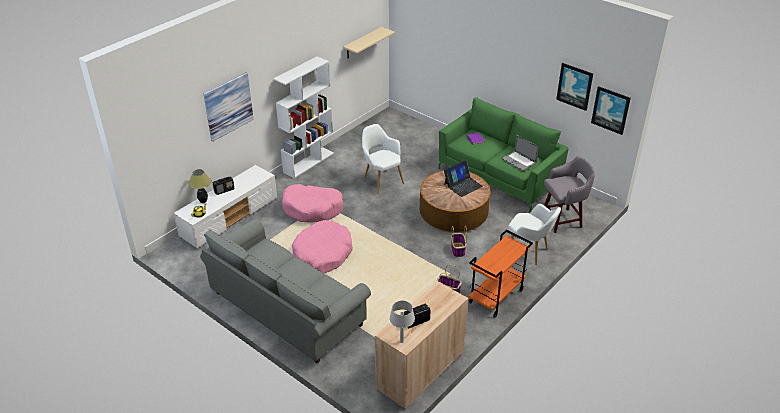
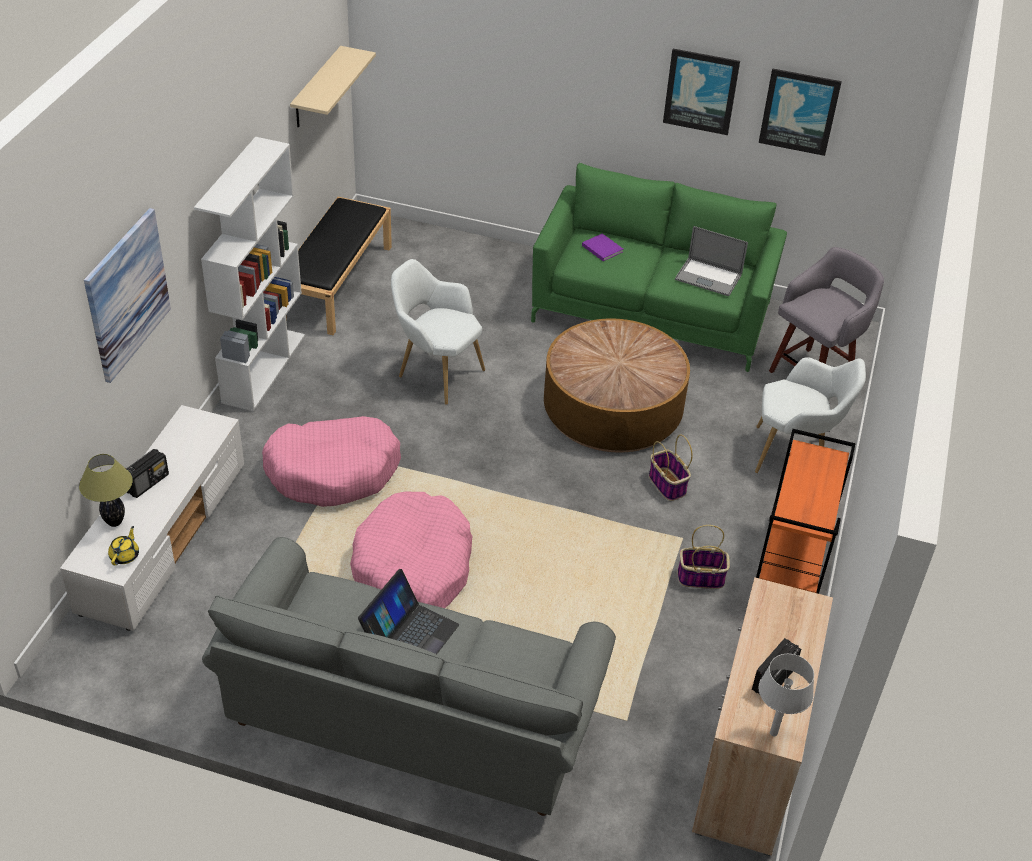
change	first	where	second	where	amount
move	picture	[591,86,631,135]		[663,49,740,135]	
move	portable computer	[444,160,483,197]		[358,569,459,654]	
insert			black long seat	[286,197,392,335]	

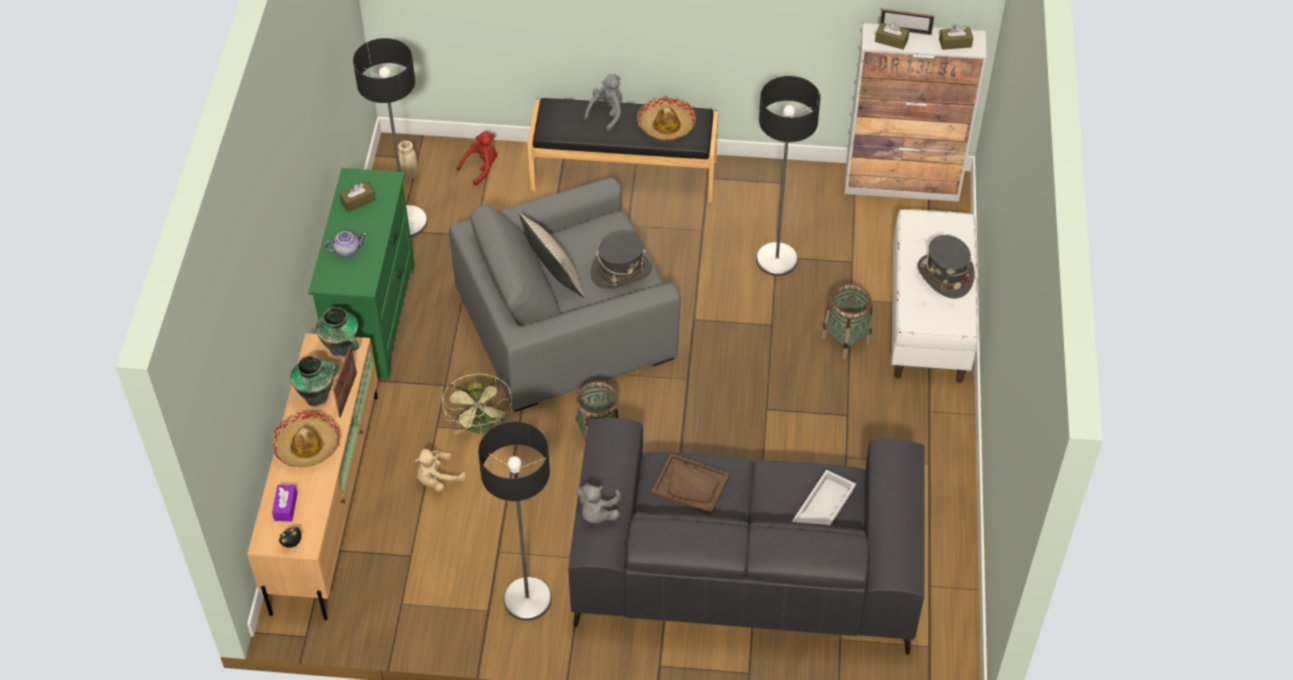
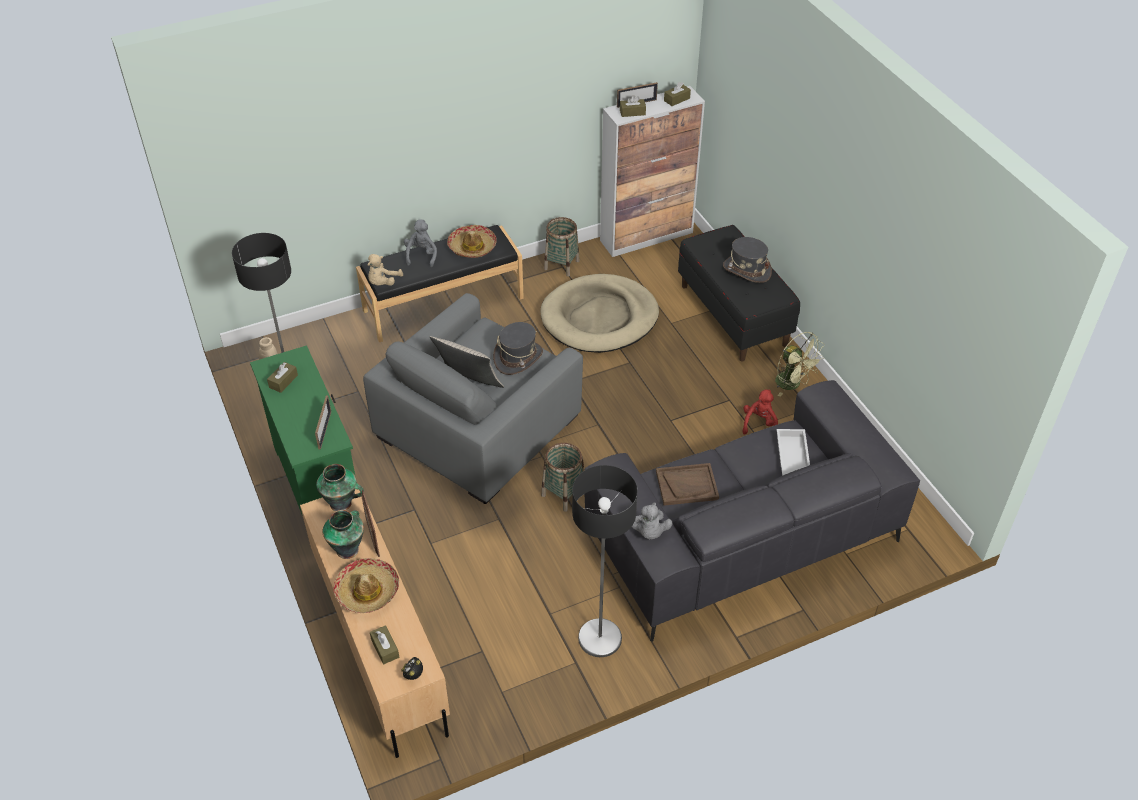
change	first	where	second	where	amount
replace	floor lamp	[756,76,820,276]	beige dog cushion	[540,274,659,353]	
move	reddish soft toy	[457,132,497,186]		[743,389,778,435]	
recolor	whitish long seat	[892,209,979,383]	black long seat	[678,225,800,362]	
delete	tea pot	[324,231,366,257]			
move	basket	[821,284,872,359]		[544,217,580,277]	
move	greenish cooling fan	[442,374,512,435]		[775,332,825,397]	
move	beige soft toy	[415,449,466,492]		[367,254,403,286]	
recolor	purple-coloured tissue holder	[272,485,298,521]	brownish tissue holder	[370,625,399,665]	
insert			photo frame	[315,395,331,450]	

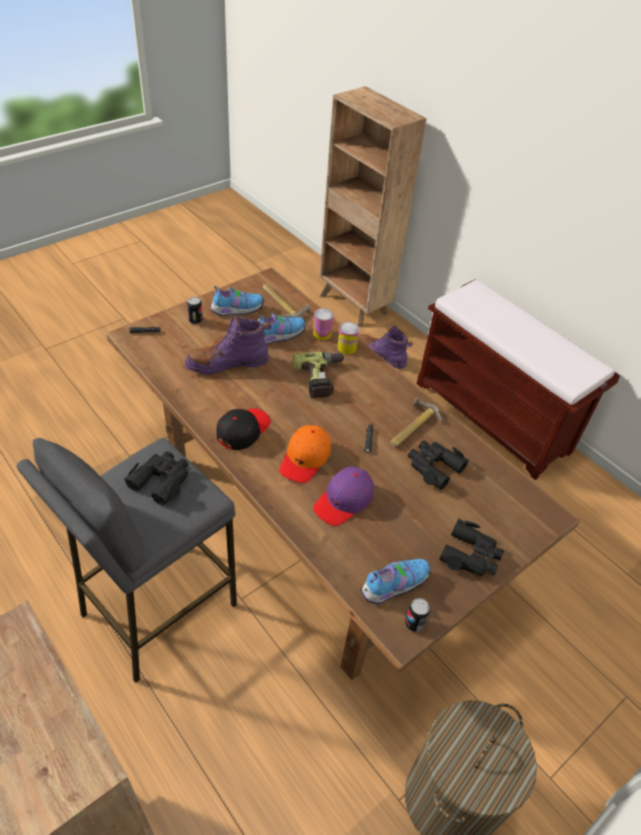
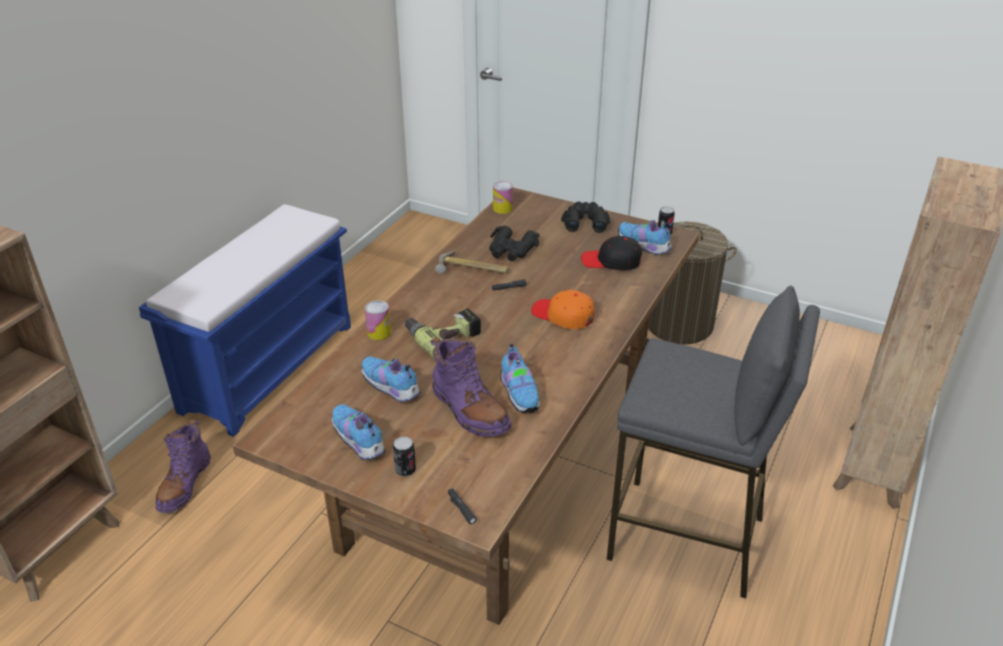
change	first	where	second	where	amount
recolor	brownish long seat	[416,279,620,480]	bluish long seat	[139,204,351,437]	
delete	hand hammer	[262,284,311,317]			
move	metal can	[313,308,334,340]		[493,181,513,214]	
move	black peaked cap	[217,408,271,450]		[581,236,642,270]	
rotate	orangey peaked cap	[279,425,331,483]		[531,290,594,329]	150 degrees counterclockwise
delete	black field glasses	[124,451,189,505]			
delete	purple-coloured peaked cap	[313,467,374,526]			
insert			shoe	[500,343,540,413]	

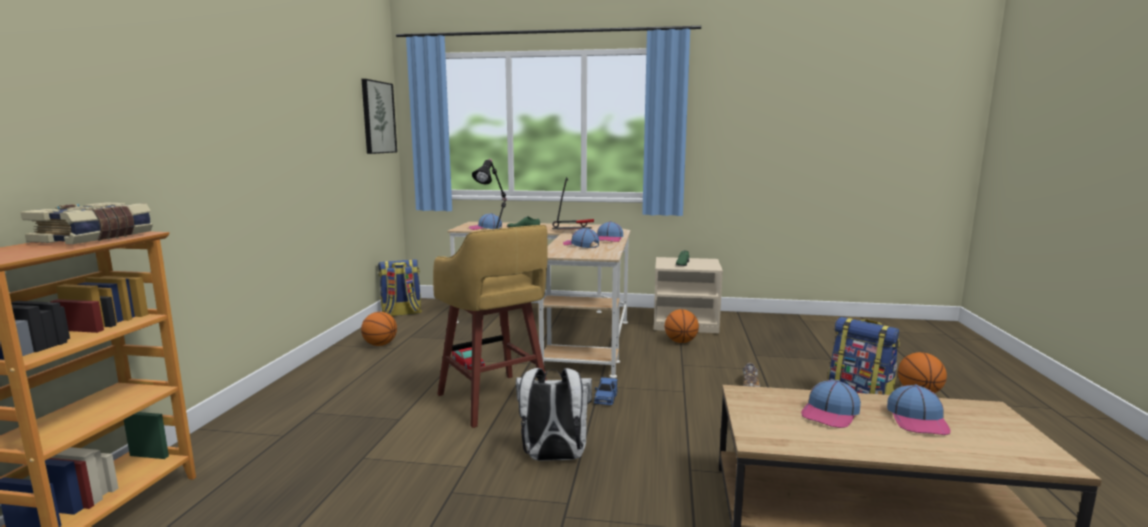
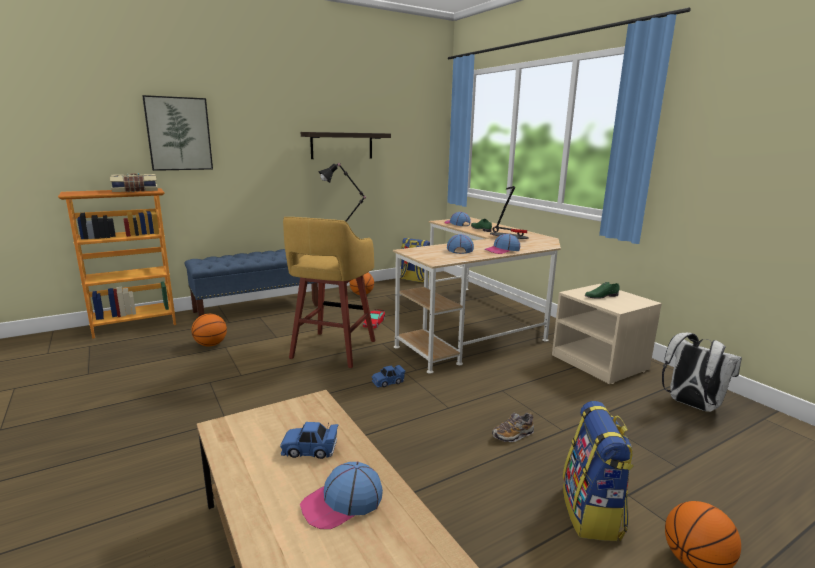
change	first	where	second	where	amount
move	picture	[361,79,397,154]		[142,95,213,171]	
move	basketball	[665,309,699,343]		[191,314,227,346]	
move	whitish rucksack	[516,368,592,461]		[662,333,742,412]	
replace	peaked cap	[801,380,861,428]	bluish miniature car	[280,422,338,459]	
insert			bracket shelf	[301,132,391,159]	
insert			bluish long seat	[185,249,318,317]	

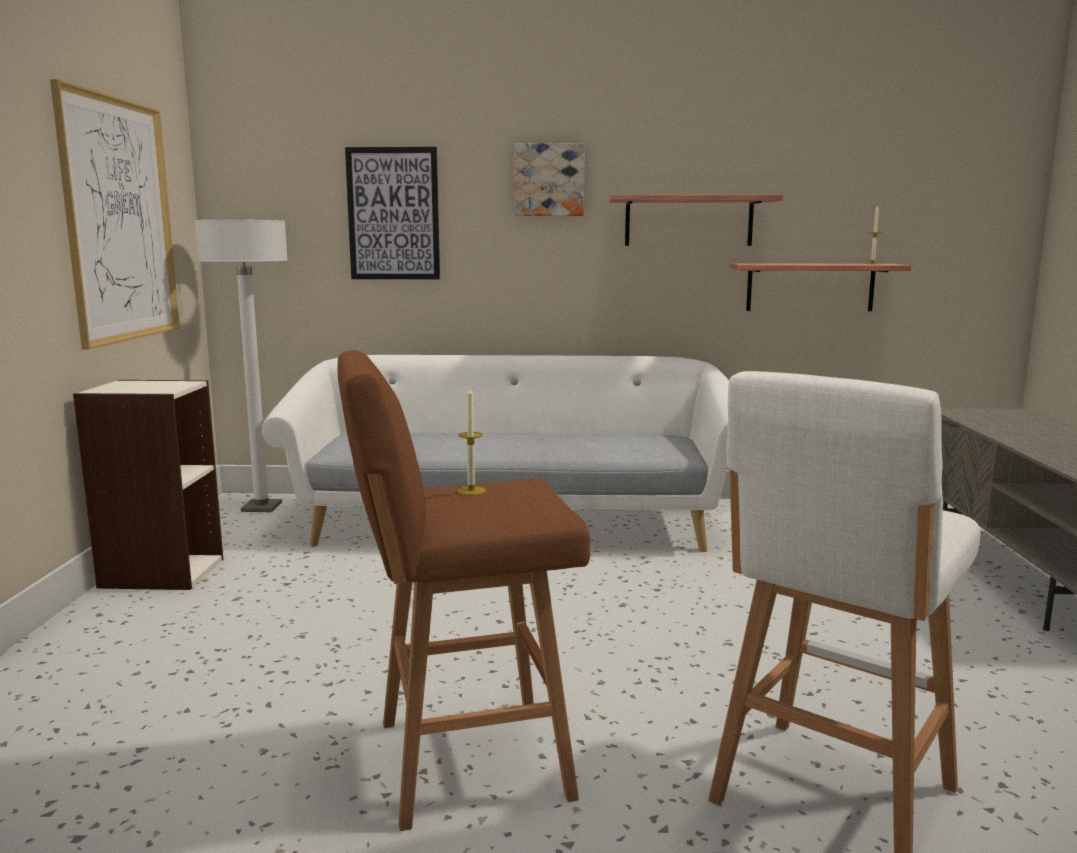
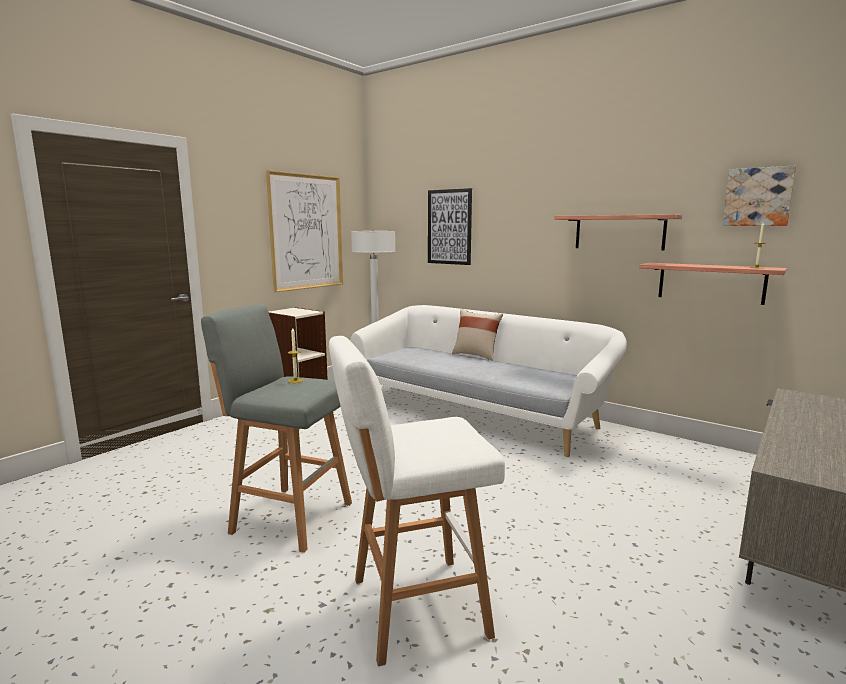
change	first	where	second	where	amount
move	picture	[514,143,585,216]		[722,166,796,226]	
recolor	brownish stool seat	[337,350,590,831]	grey stool seat	[201,304,352,553]	
insert			beige throw pillow	[452,309,503,361]	

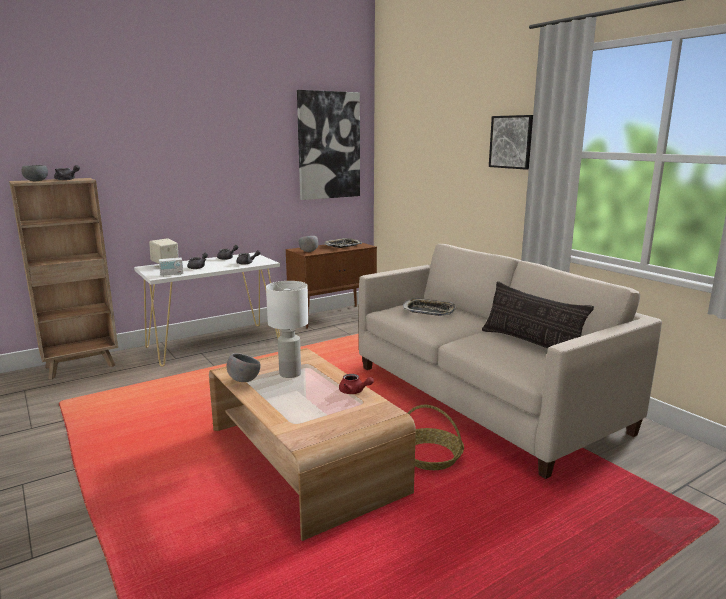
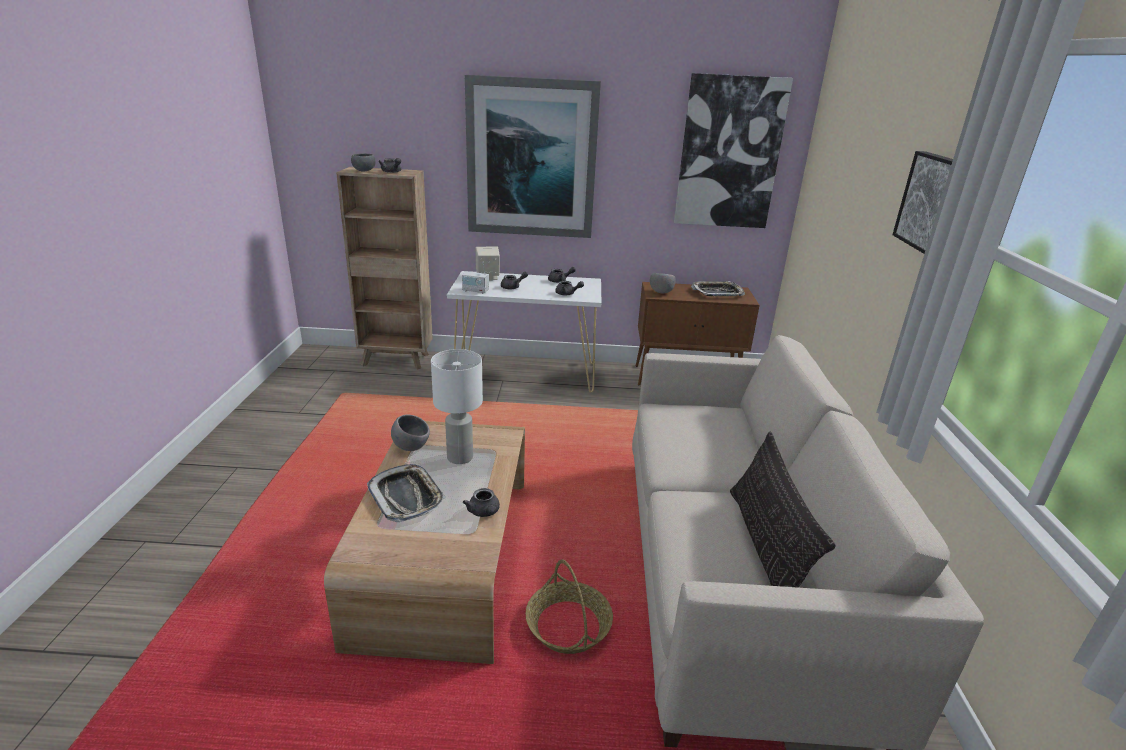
change	first	where	second	where	amount
move	tray	[403,298,456,316]		[367,464,446,522]	
recolor	reddish tea pot	[339,374,374,394]	grey tea pot	[463,488,500,517]	
insert			picture	[465,75,601,238]	

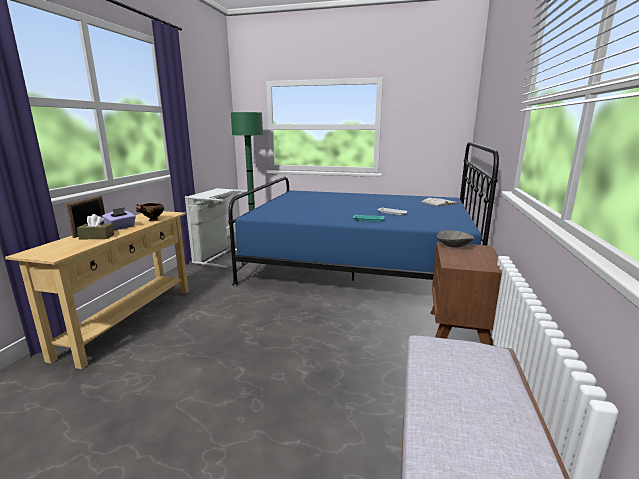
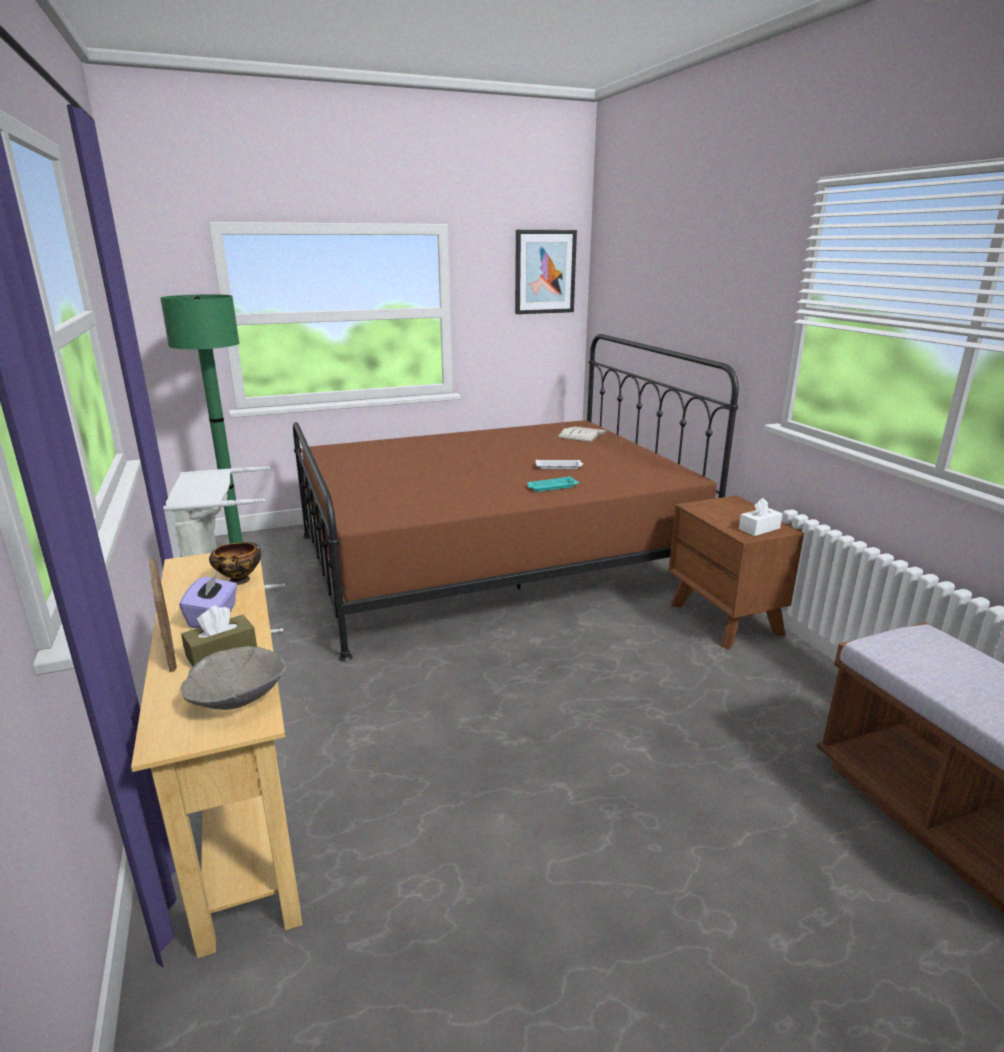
change	first	where	second	where	amount
recolor	bluish bedroom bed	[228,142,499,286]	brownish bedroom bed	[293,334,739,662]	
move	grey bowl	[437,230,475,248]		[181,646,286,710]	
insert			picture	[515,230,577,314]	
insert			whitish tissue holder	[739,498,783,536]	

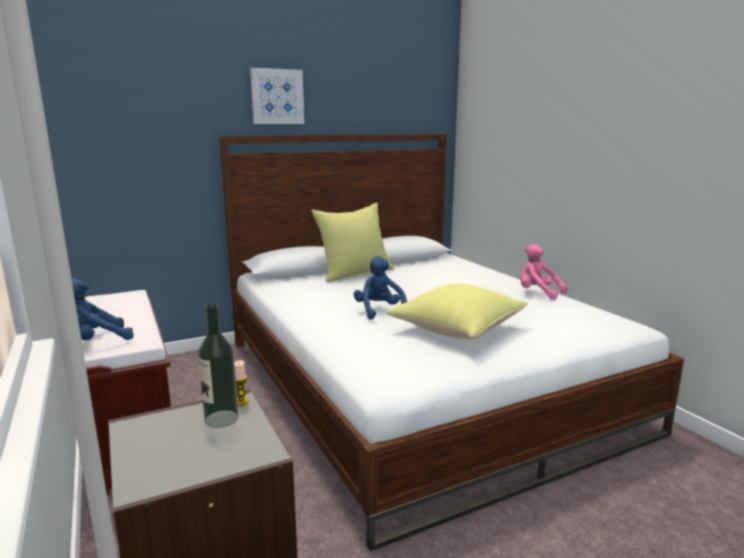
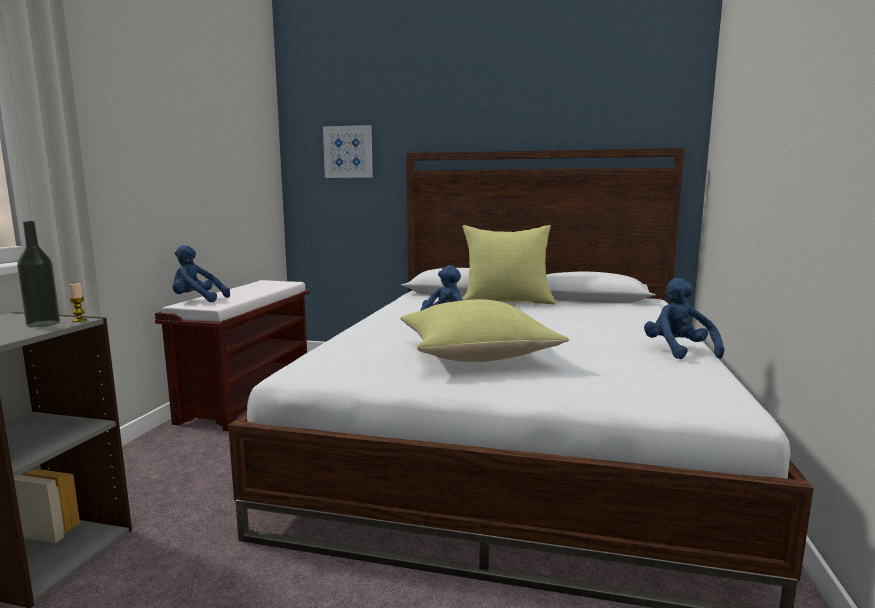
change	first	where	second	where	amount
move	picture	[250,68,304,124]		[323,125,373,178]	
recolor	pink soft toy	[520,244,568,300]	bluish soft toy	[644,278,724,359]	

